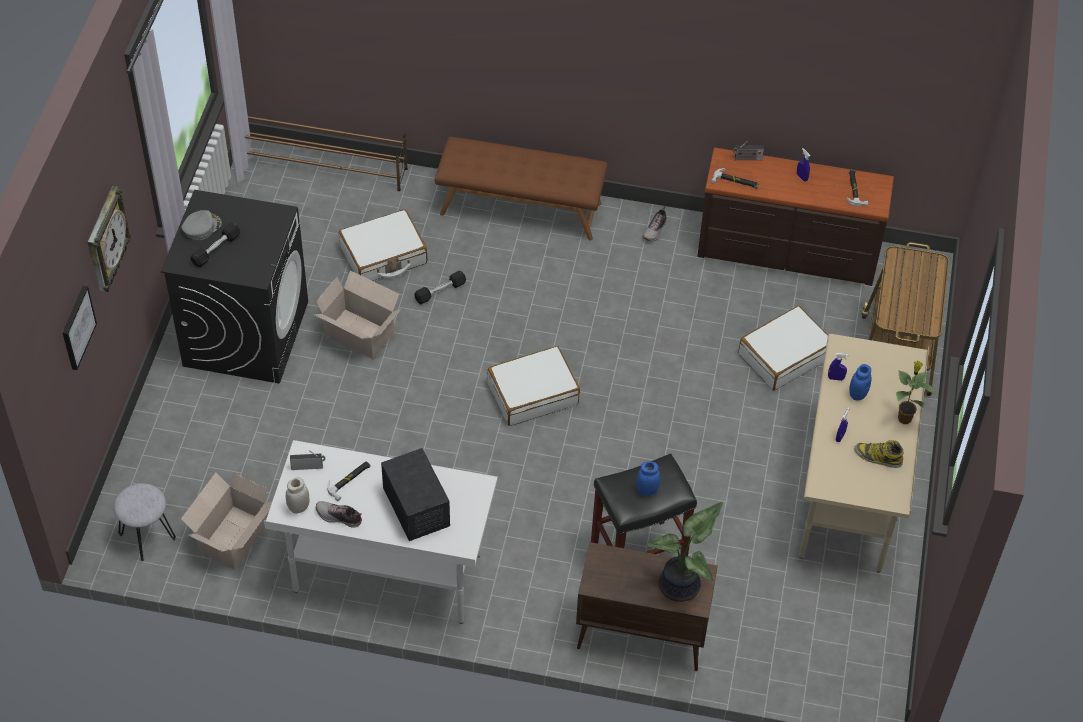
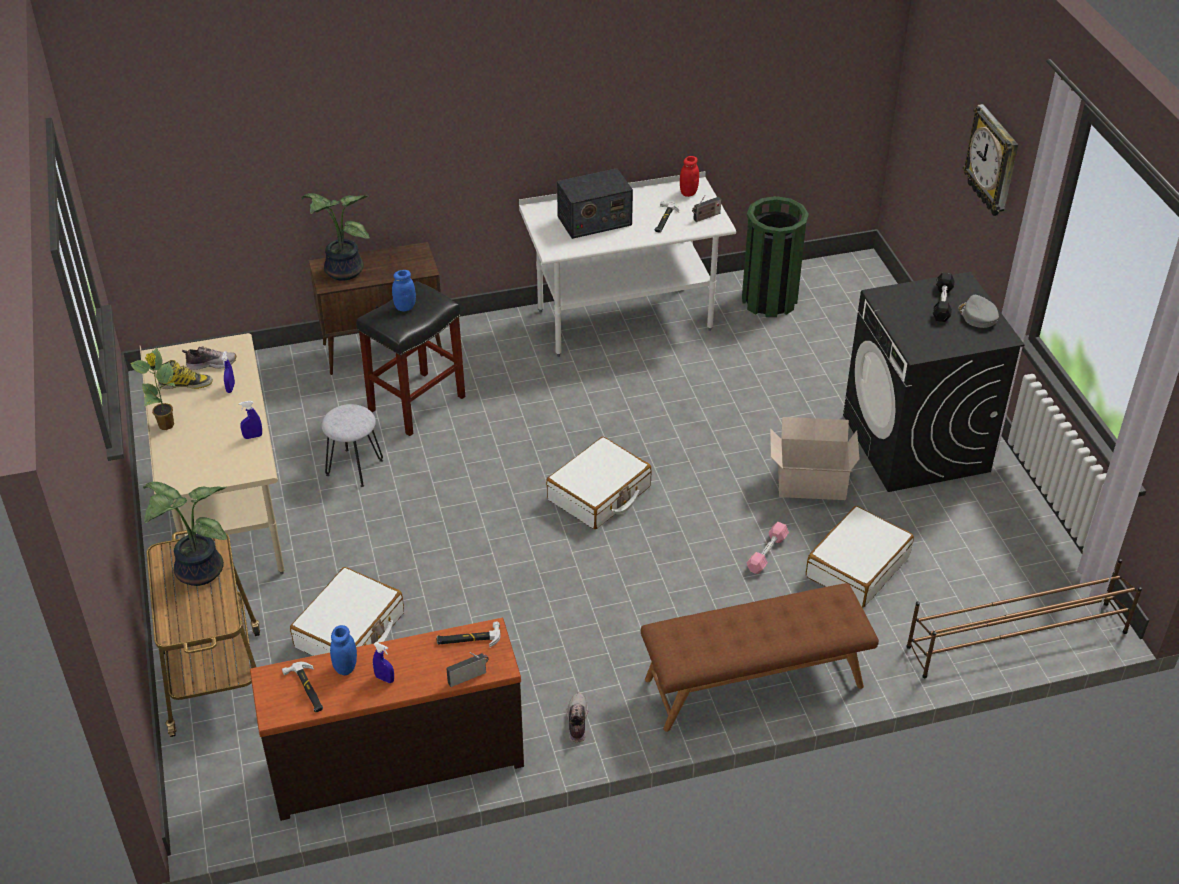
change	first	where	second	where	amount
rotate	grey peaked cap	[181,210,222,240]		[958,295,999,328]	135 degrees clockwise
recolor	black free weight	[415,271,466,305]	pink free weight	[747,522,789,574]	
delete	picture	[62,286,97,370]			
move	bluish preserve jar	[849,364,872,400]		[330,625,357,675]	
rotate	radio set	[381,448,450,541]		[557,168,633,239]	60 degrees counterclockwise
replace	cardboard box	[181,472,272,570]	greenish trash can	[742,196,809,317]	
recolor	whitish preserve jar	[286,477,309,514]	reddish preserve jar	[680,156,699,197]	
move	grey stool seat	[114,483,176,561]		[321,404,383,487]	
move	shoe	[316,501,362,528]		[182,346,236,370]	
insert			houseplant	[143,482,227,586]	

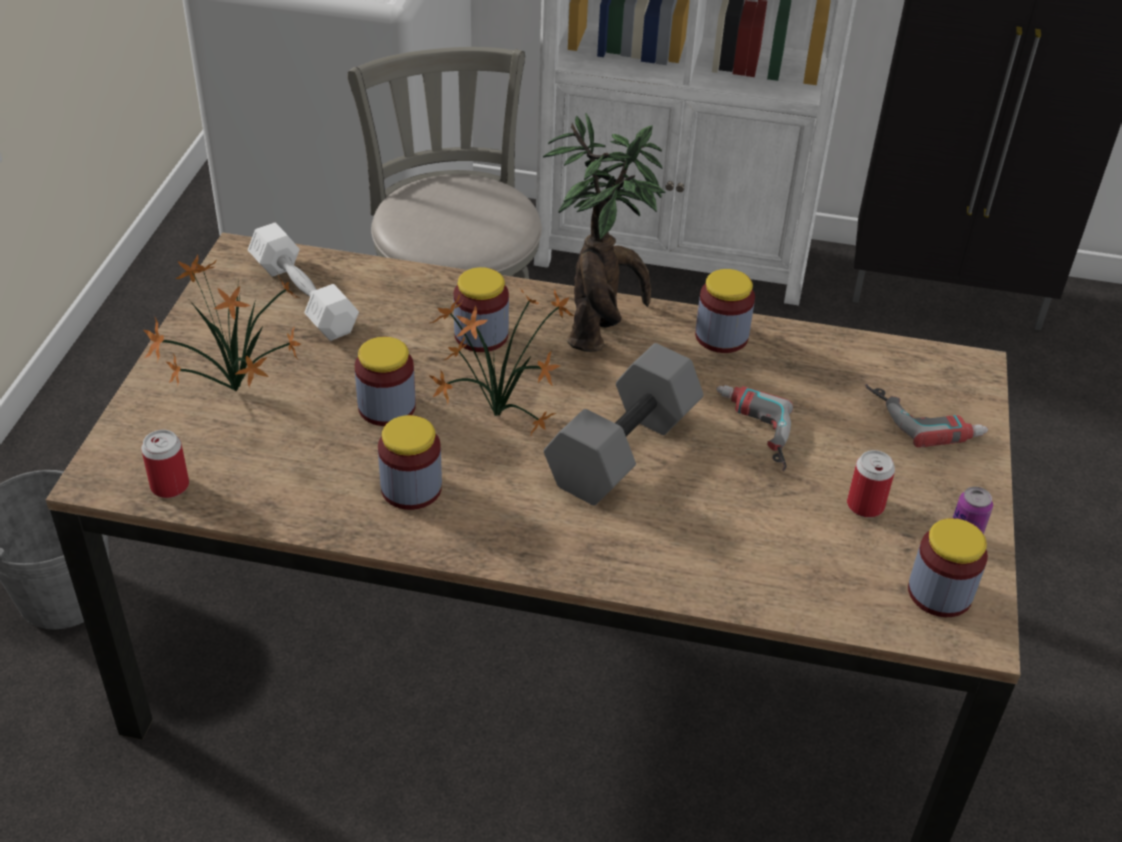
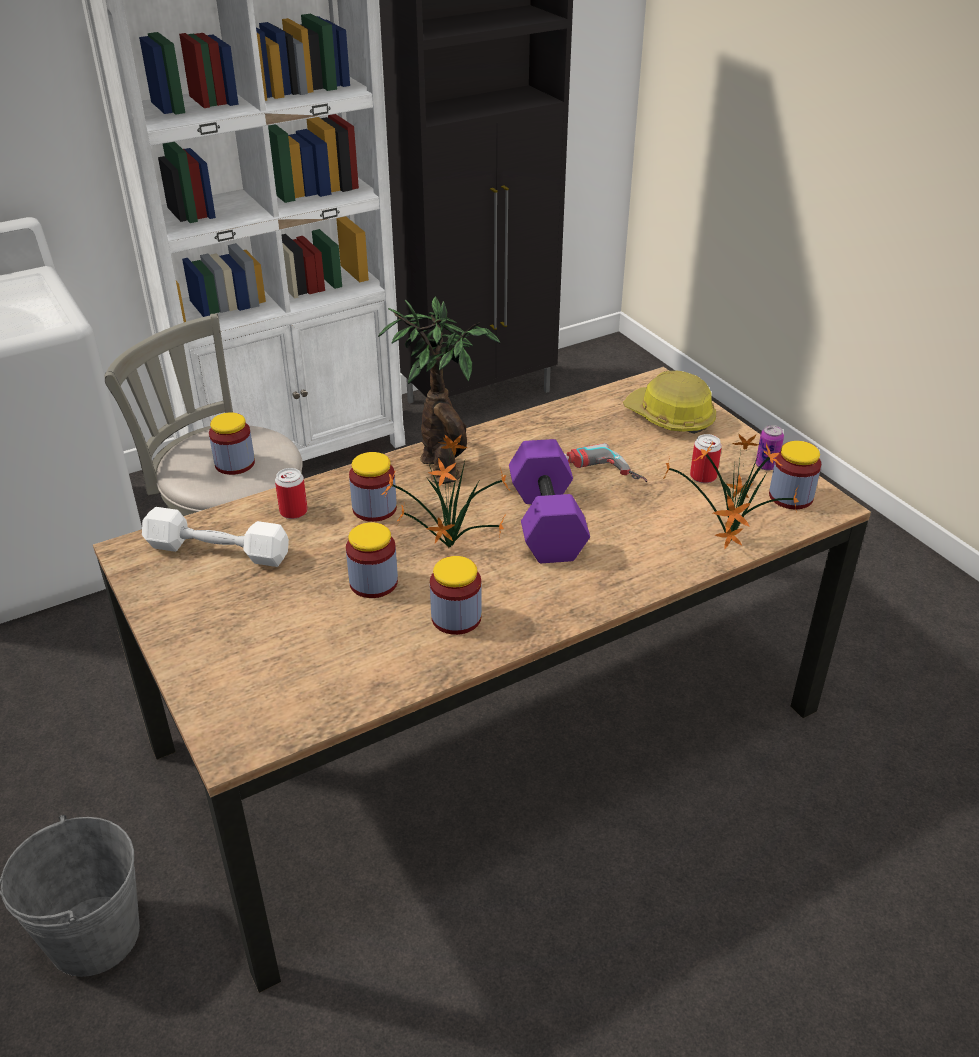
change	first	where	second	where	amount
move	houseplant	[143,255,301,392]		[663,434,799,550]	
move	preserve jar	[695,269,755,353]		[209,412,255,475]	
recolor	grey free weight	[544,343,704,506]	purple-coloured free weight	[509,439,590,563]	
replace	drill	[865,384,988,448]	hard hat	[623,371,716,434]	
move	metal can	[141,430,189,498]		[275,468,308,519]	

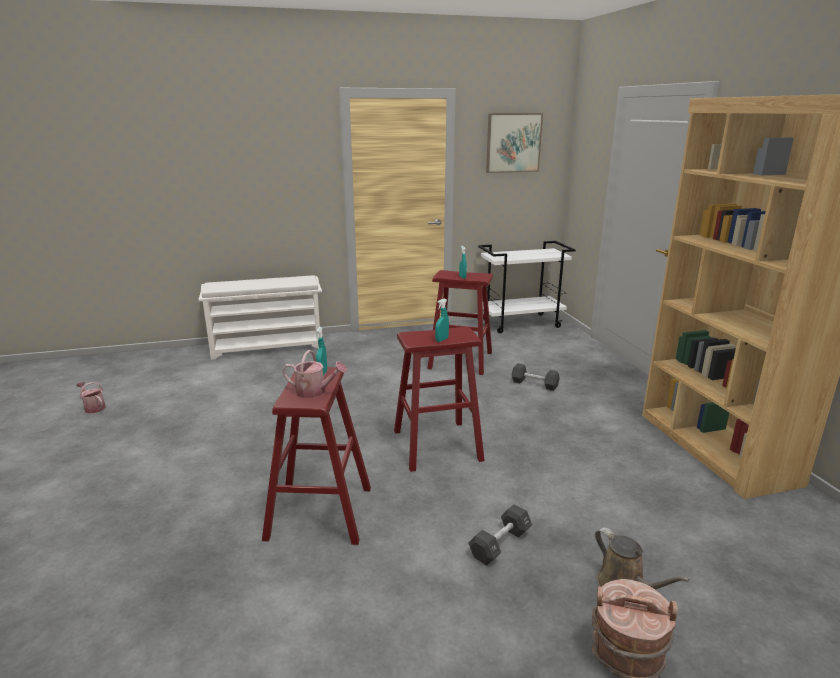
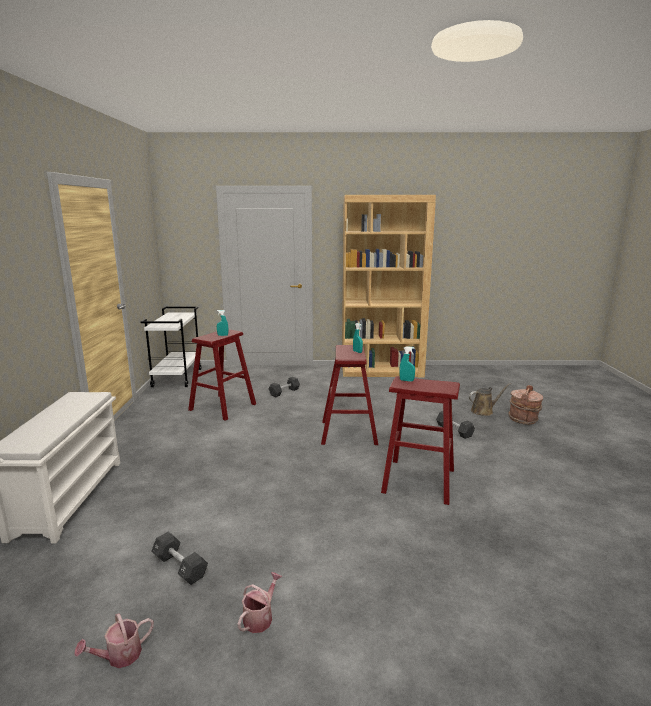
change	first	where	second	where	amount
delete	picture	[486,113,543,173]			
move	watering pot	[282,350,347,398]		[237,572,282,633]	
insert			black free weight	[151,532,208,585]	

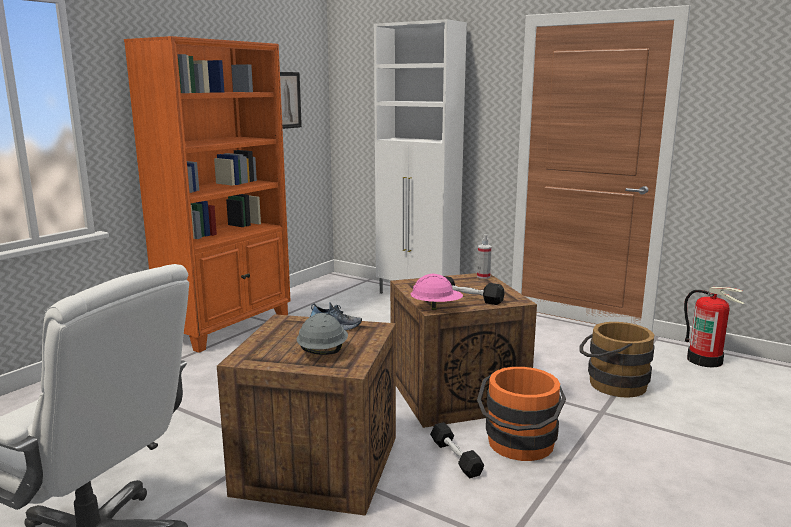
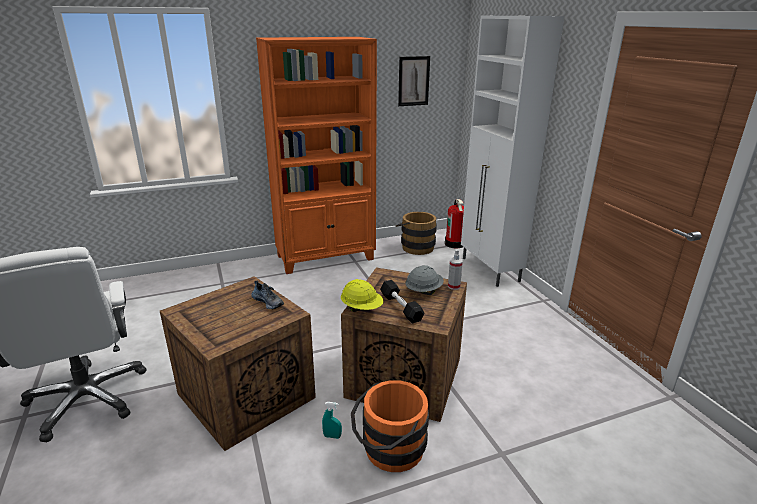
change	first	where	second	where	amount
recolor	pink hard hat	[410,274,463,310]	yellow hard hat	[341,279,384,312]	
move	fire extinguisher	[684,287,744,367]		[445,199,464,249]	
move	grey hard hat	[297,313,348,355]		[405,265,444,295]	
move	brownish bucket	[580,322,655,398]		[396,212,437,255]	
replace	black free weight	[430,422,484,478]	turquoise hand sprayer	[322,402,342,439]	

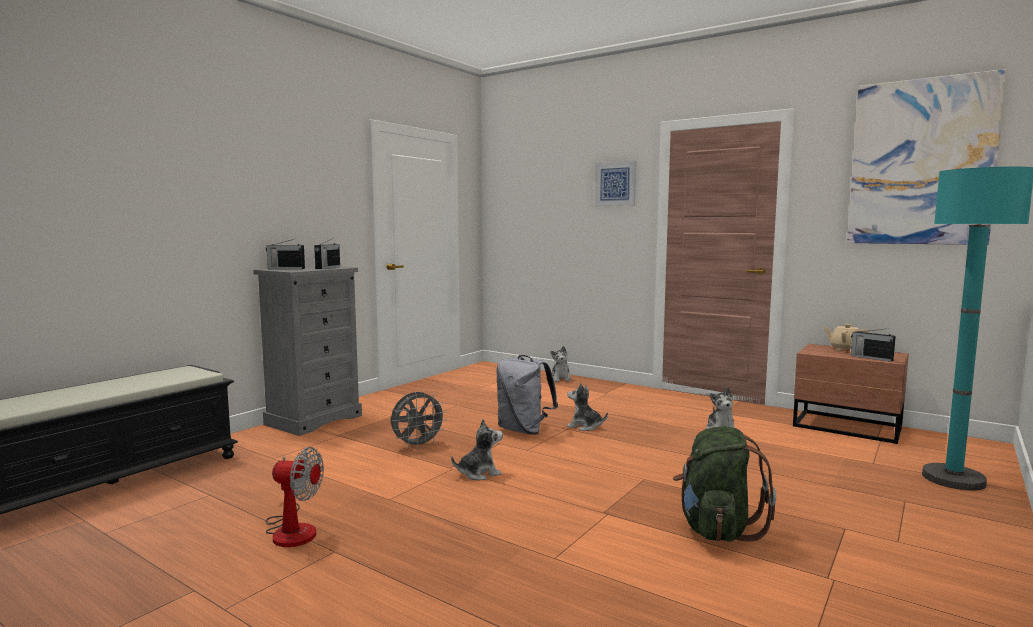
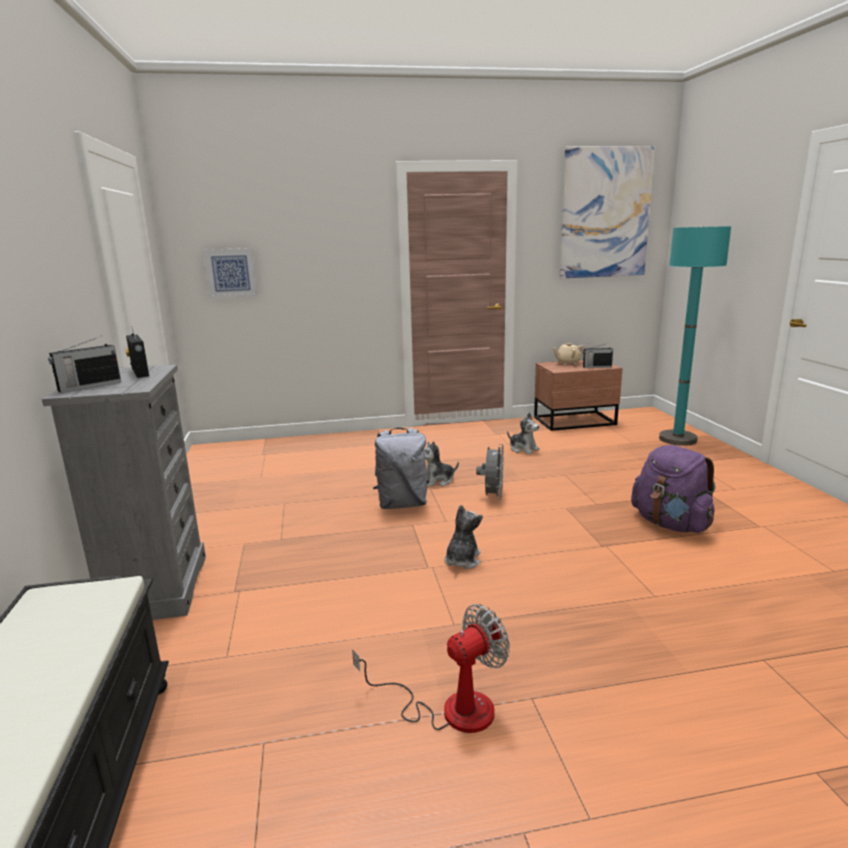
change	first	where	second	where	amount
move	picture	[595,161,636,206]		[203,248,258,298]	
delete	soft toy	[551,346,571,382]			
move	grey cooling fan	[391,391,447,449]		[476,444,504,500]	
recolor	greenish rucksack	[673,427,776,542]	purple-coloured rucksack	[631,445,716,533]	

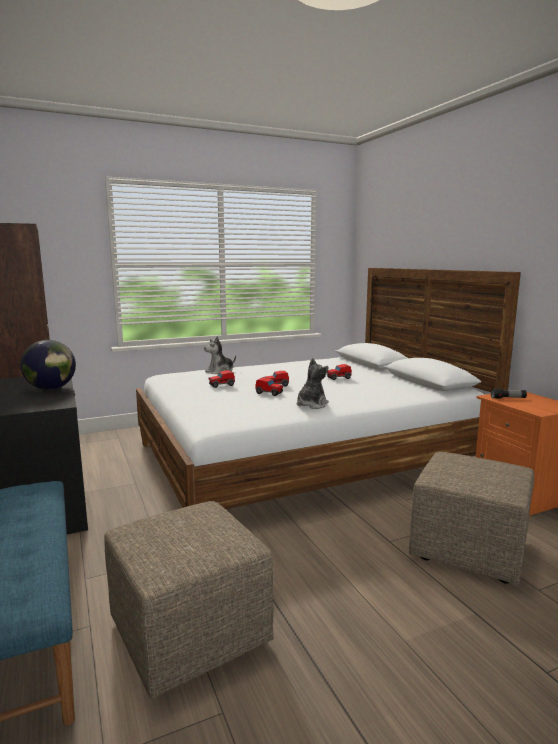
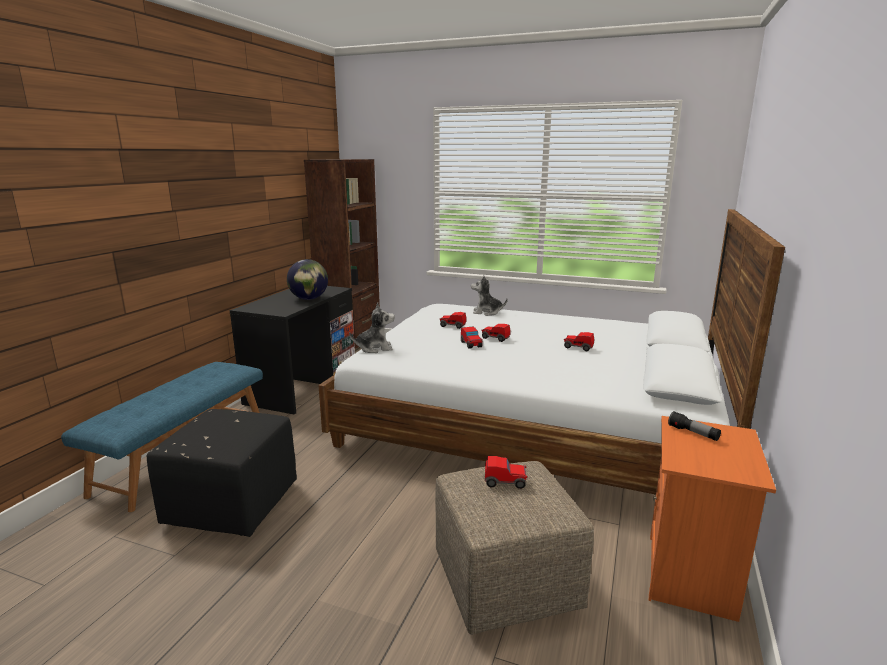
change	first	where	second	where	amount
move	soft toy	[297,358,329,409]		[349,302,395,353]	
recolor	beige footrest	[104,501,274,699]	black footrest	[147,409,297,537]	
insert			miniature car	[485,456,528,489]	

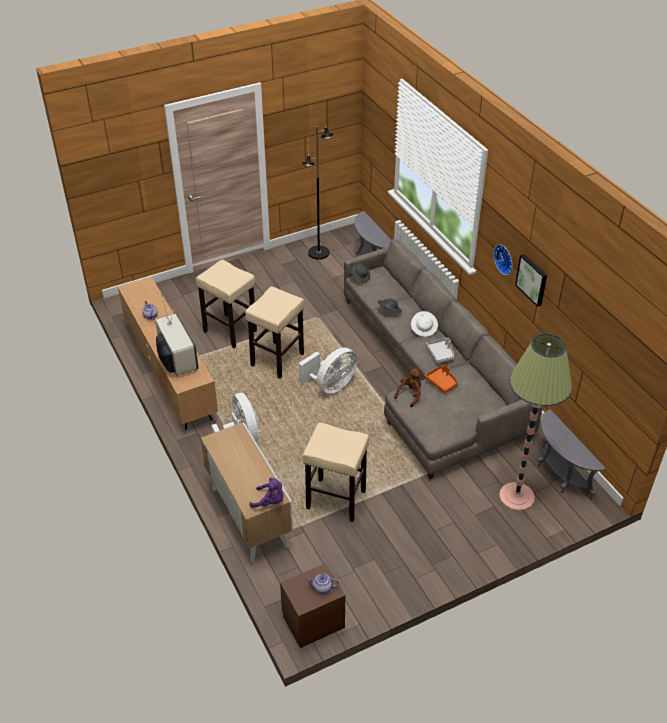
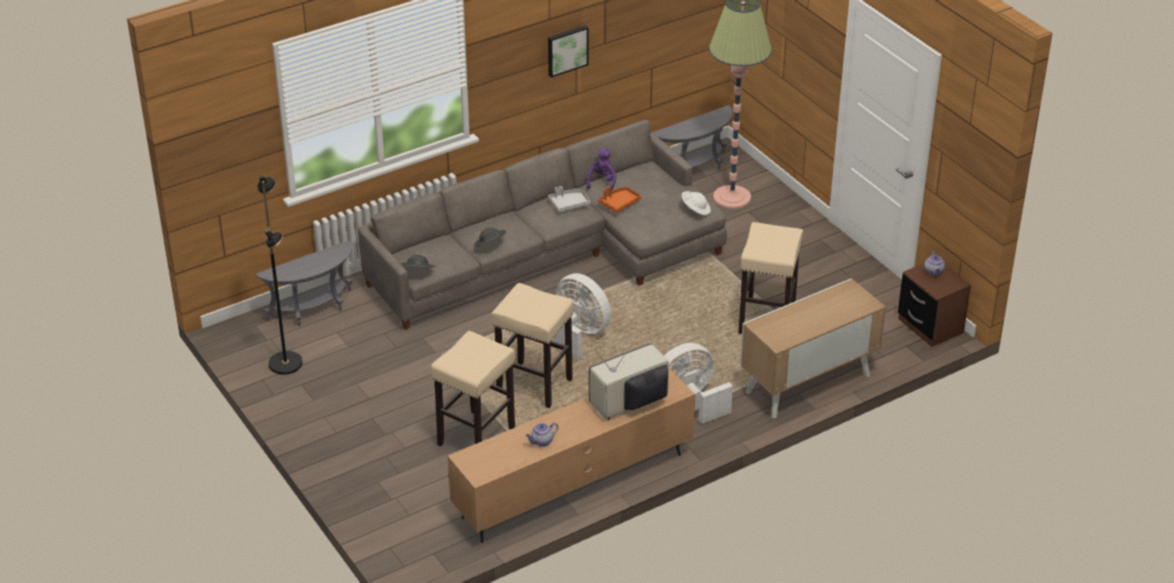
change	first	where	second	where	amount
delete	wall clock	[493,244,512,275]			
move	whitish wearable hat	[411,311,438,337]		[682,191,711,215]	
delete	brownish soft toy	[394,368,421,407]			
move	purple-coloured soft toy	[249,478,284,508]		[586,148,616,190]	

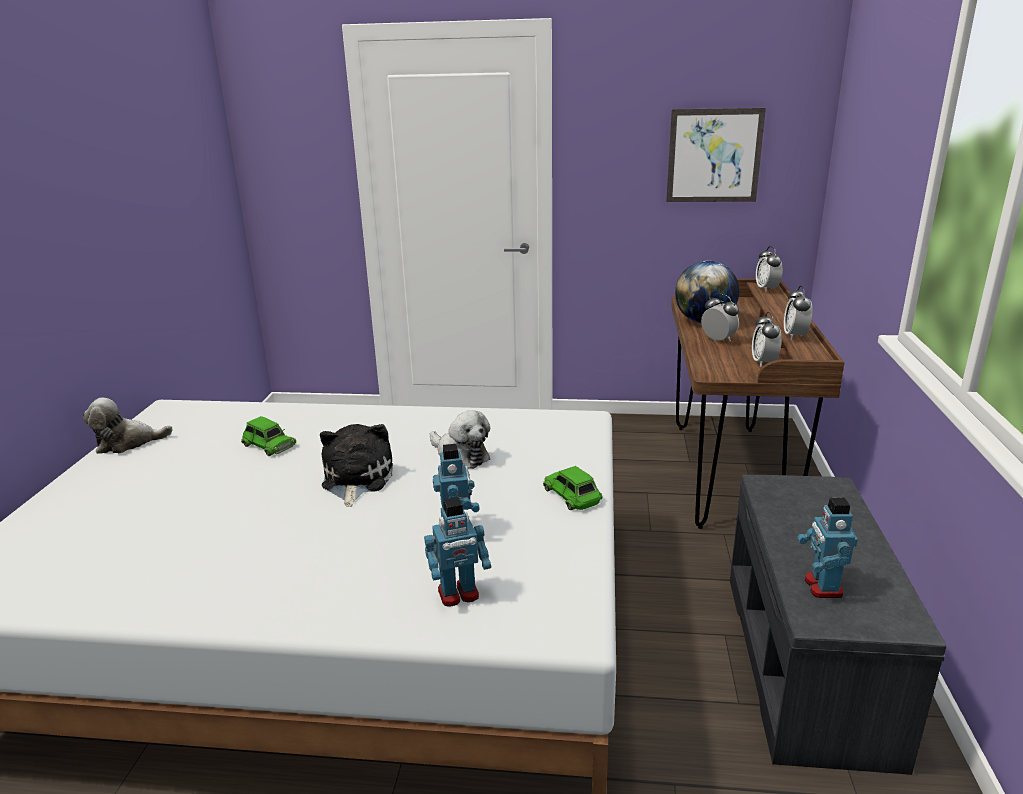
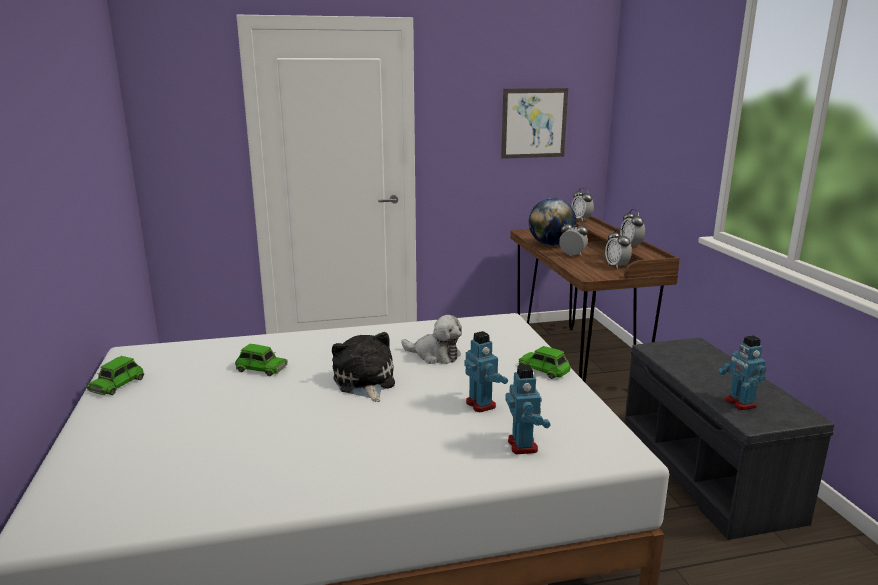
change	first	where	second	where	amount
replace	soft toy	[83,398,173,454]	greenish miniature car	[86,356,144,395]	
rotate	toy robot	[424,497,491,607]		[505,365,551,454]	60 degrees counterclockwise

